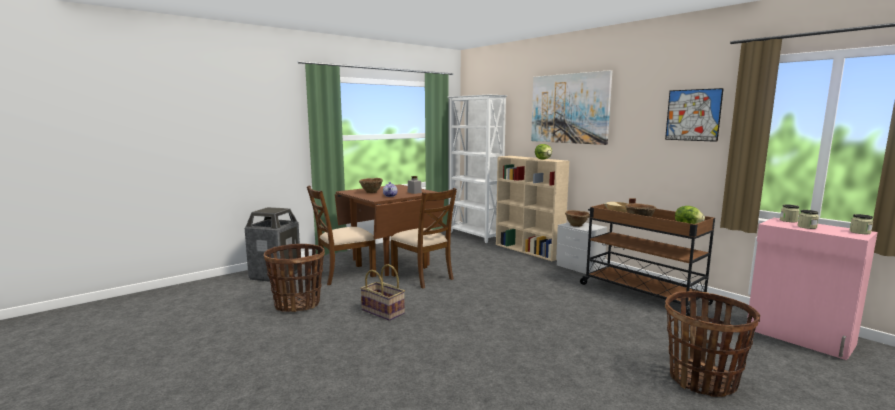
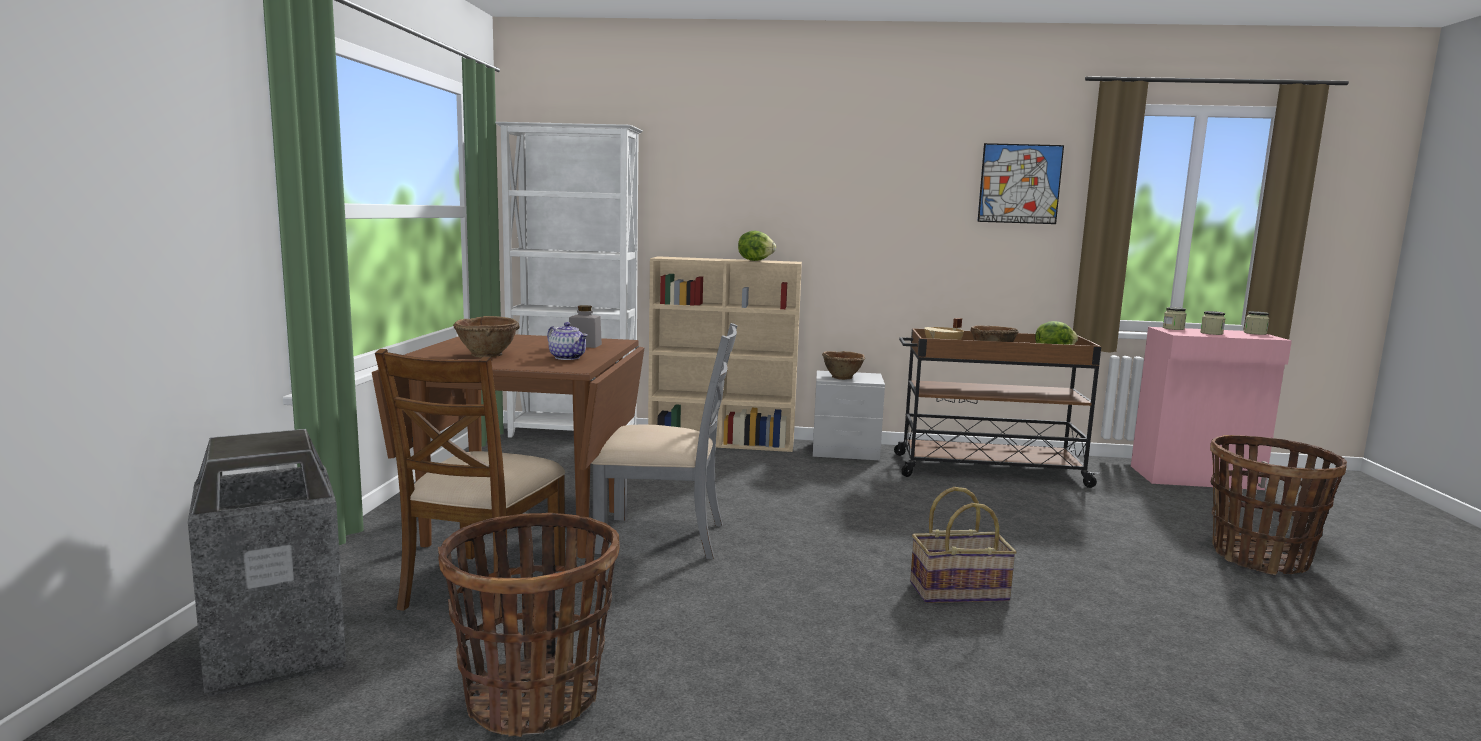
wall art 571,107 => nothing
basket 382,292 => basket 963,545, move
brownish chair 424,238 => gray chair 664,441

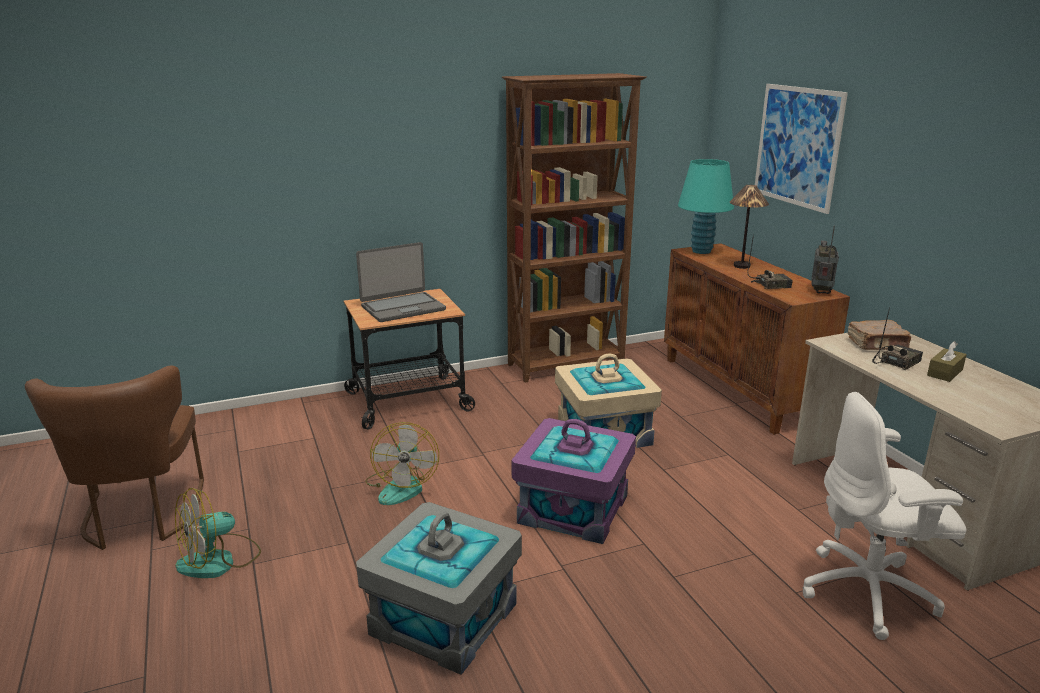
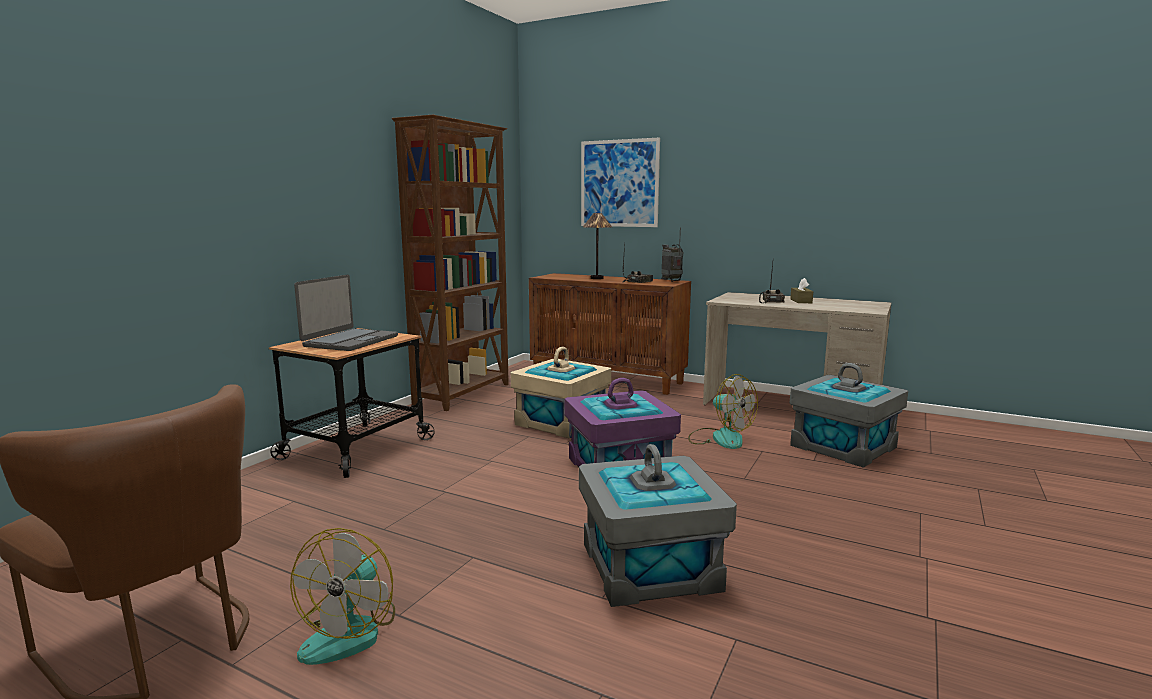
turquoise tabletop lamp 706,206 => nothing
brownish volume 879,335 => nothing
cooling fan 402,463 => cooling fan 723,411, move
white computer chair 884,516 => gray storage box 848,415

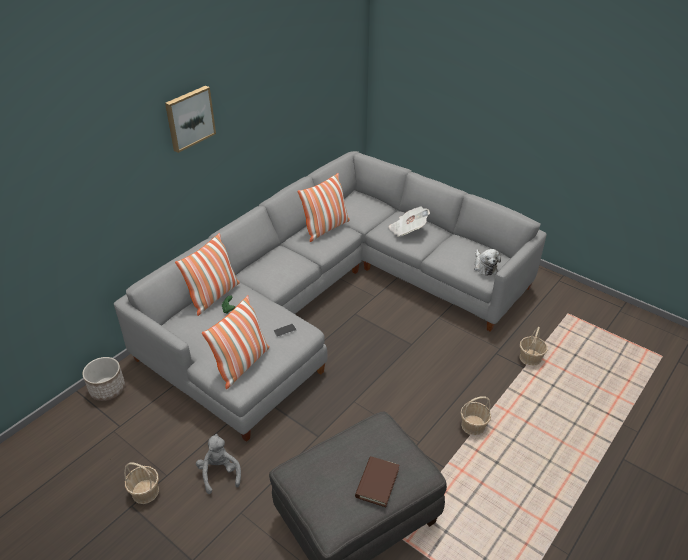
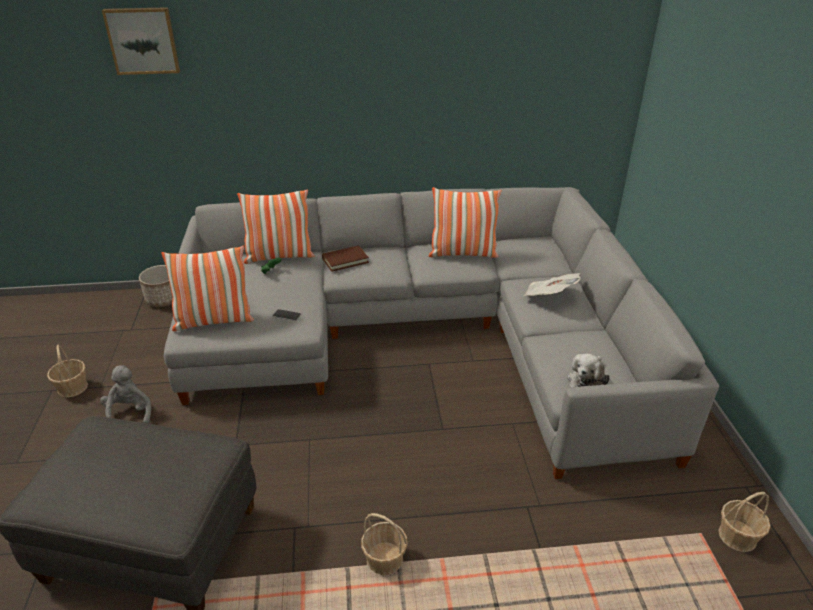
wall art 190,119 => wall art 141,41, move
brownish volume 377,481 => brownish volume 345,259, move
basket 534,346 => basket 744,522, move
gray cuddly toy 218,464 => gray cuddly toy 125,394, 45 degrees counterclockwise

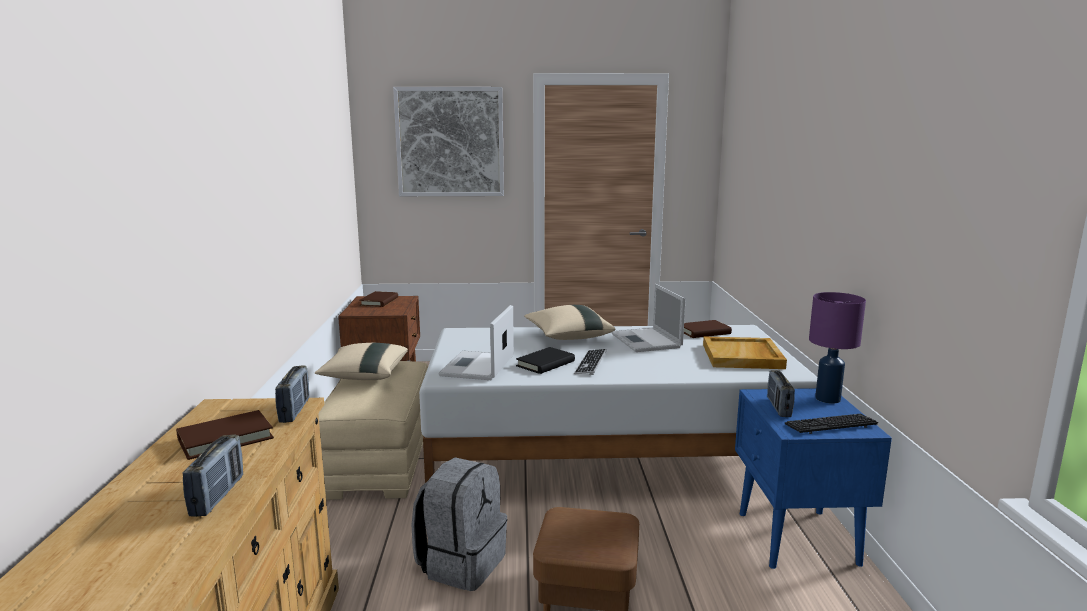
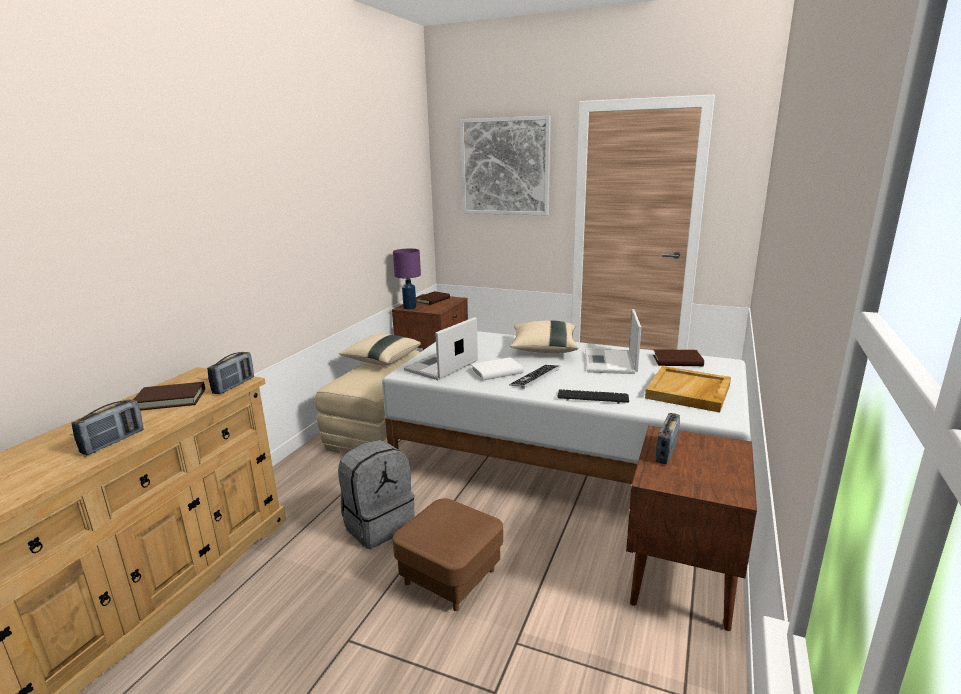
computer keyboard 831,424 => computer keyboard 593,396, move
purple tabletop lamp 837,348 => purple tabletop lamp 407,279, move
black volume 545,360 => white volume 497,369
bluish bedside table 813,478 => brownish bedside table 691,528

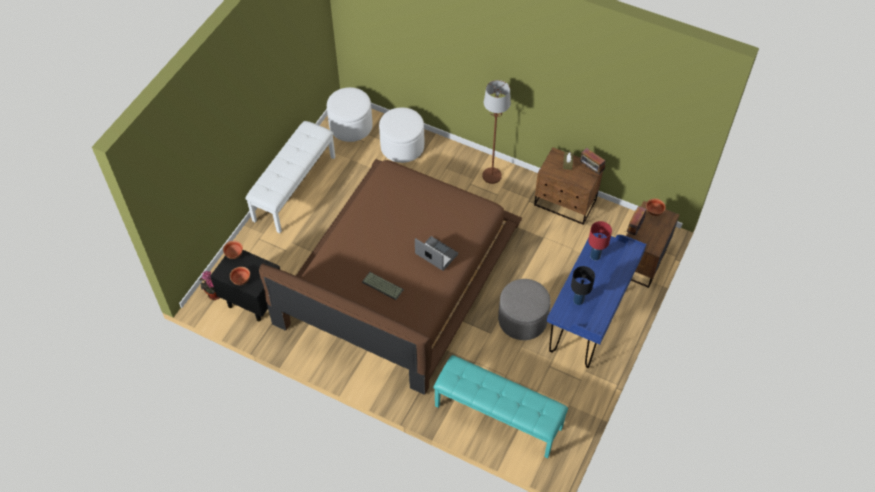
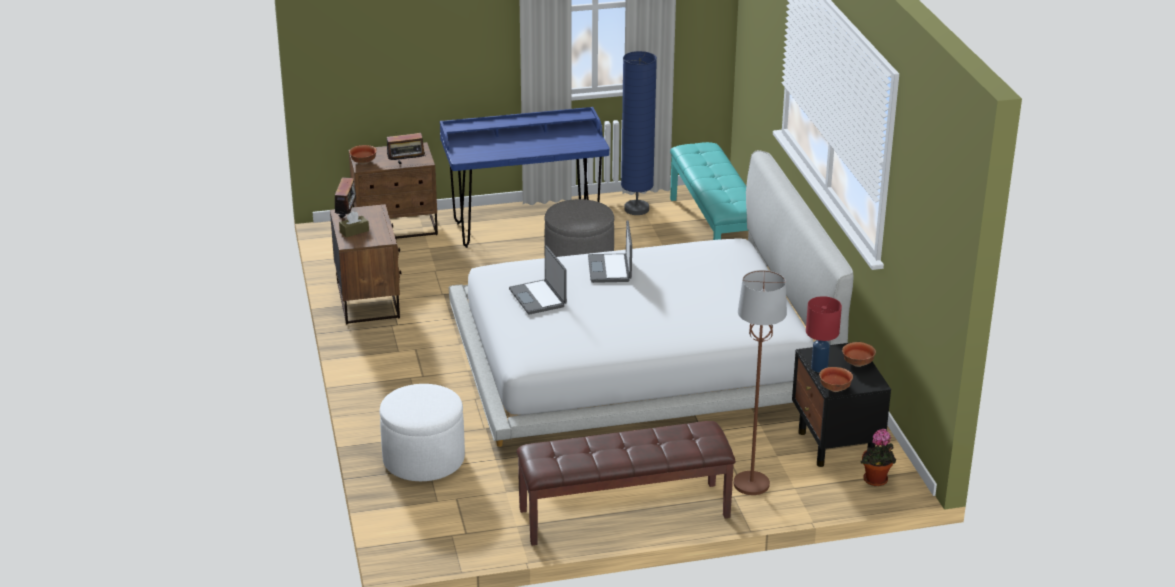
white ottoman 350,114 => nothing
computer keyboard 383,286 => nothing
black tabletop lamp 583,285 => nothing
nothing => portable computer 538,280
nothing => bluish floor lamp 639,133
brownish floor lamp 496,132 => brownish floor lamp 760,382, move
red tabletop lamp 600,240 => red tabletop lamp 824,334, move
white indoor bench 290,177 => brownish indoor bench 626,483
brownish bed 390,277 => white bed 651,298

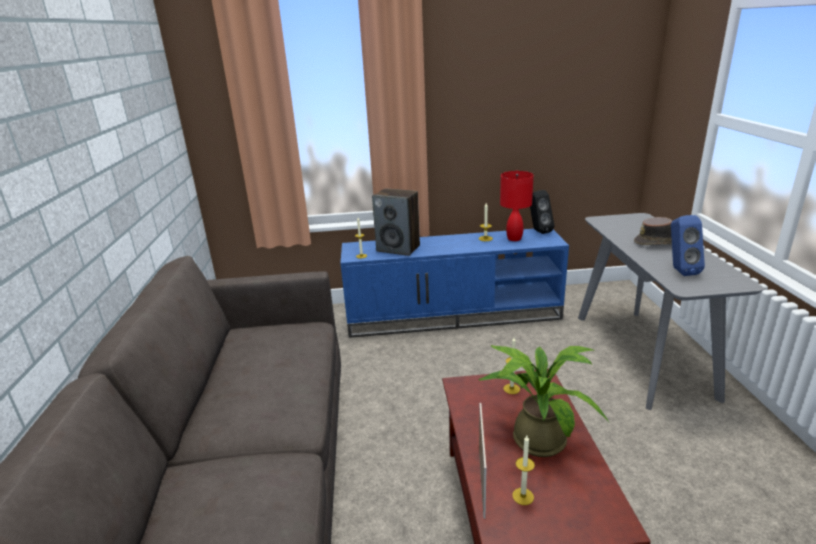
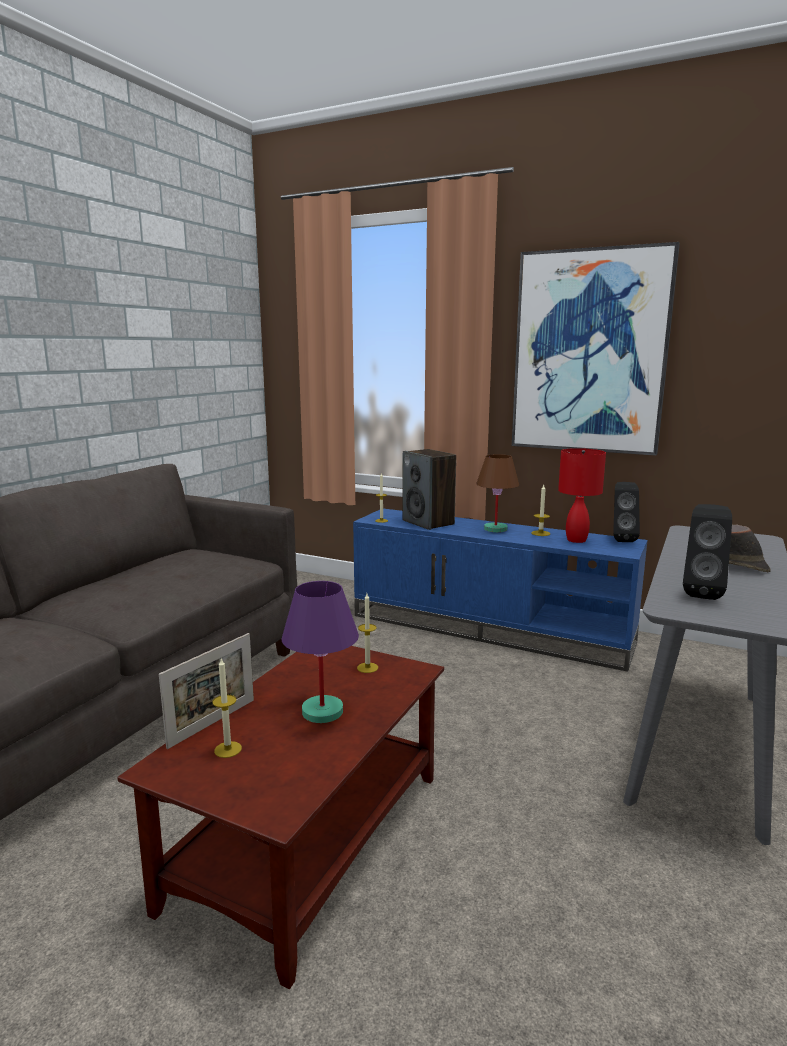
nothing => brownish tabletop lamp 497,493
nothing => wall art 596,348
plant in a pot 543,401 => purple tabletop lamp 320,652
bluish loudspeaker 688,245 => black loudspeaker 707,552

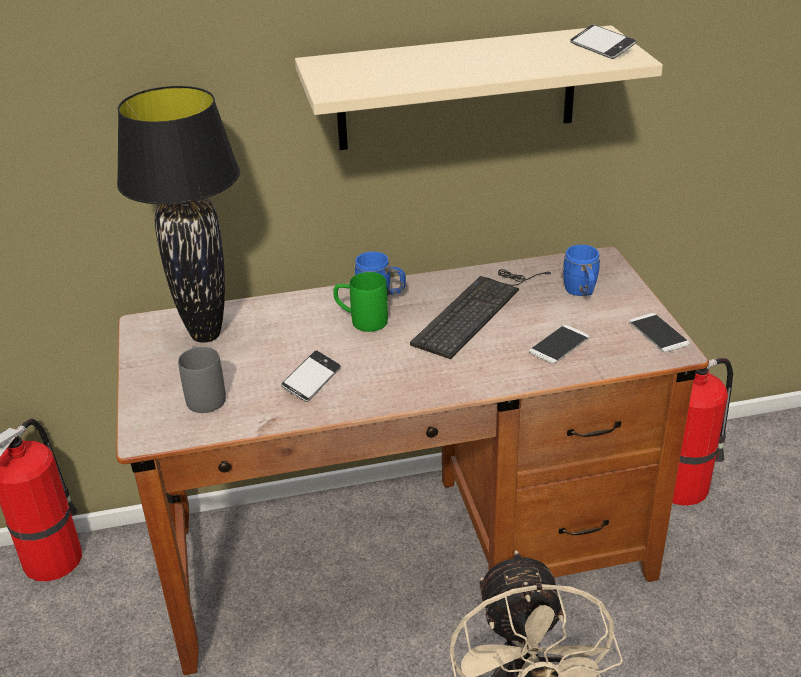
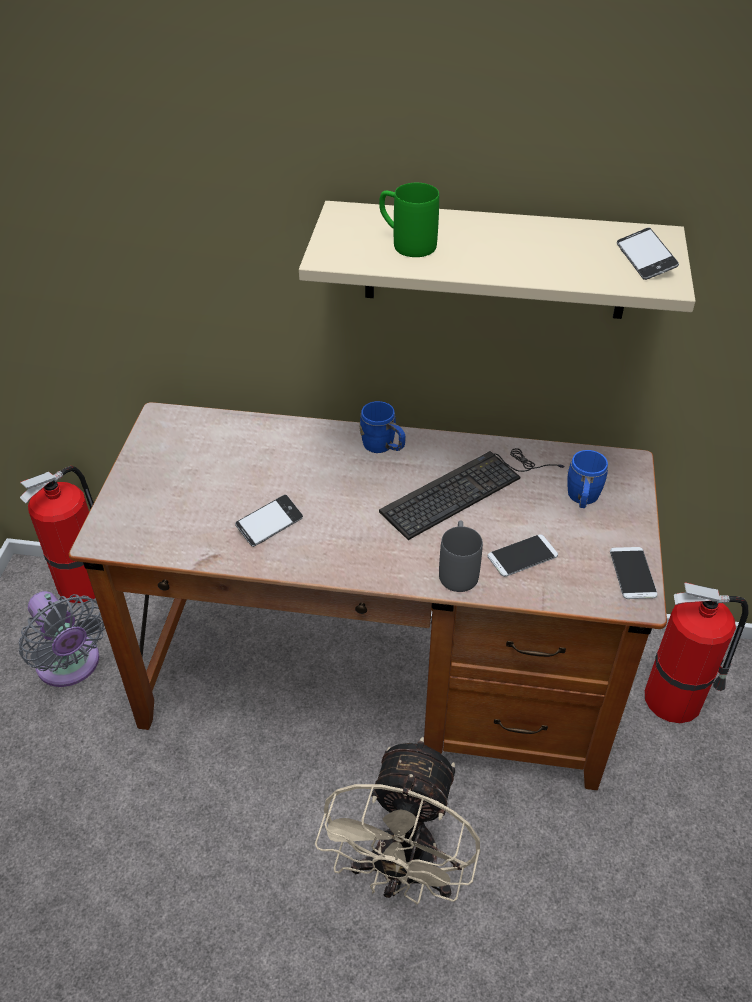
black tabletop lamp 178,214 => nothing
nothing => gray cooling fan 62,639
gray mug 202,379 => gray mug 461,556, move
greenish mug 360,302 => greenish mug 409,220, move

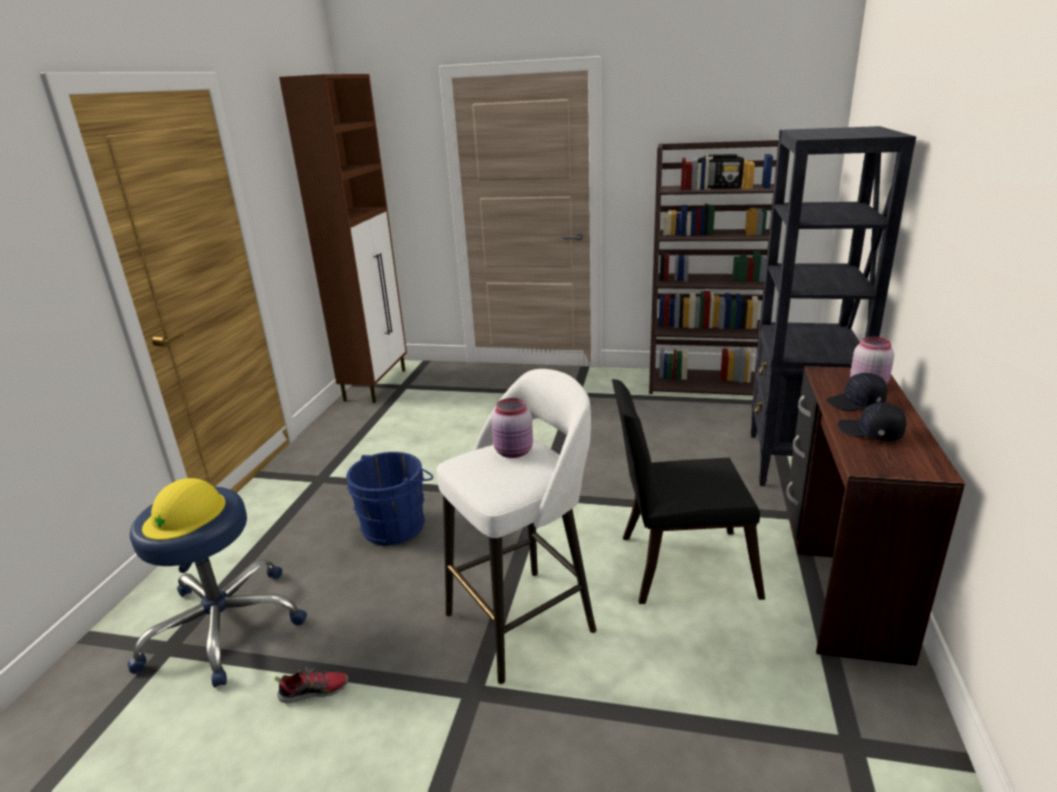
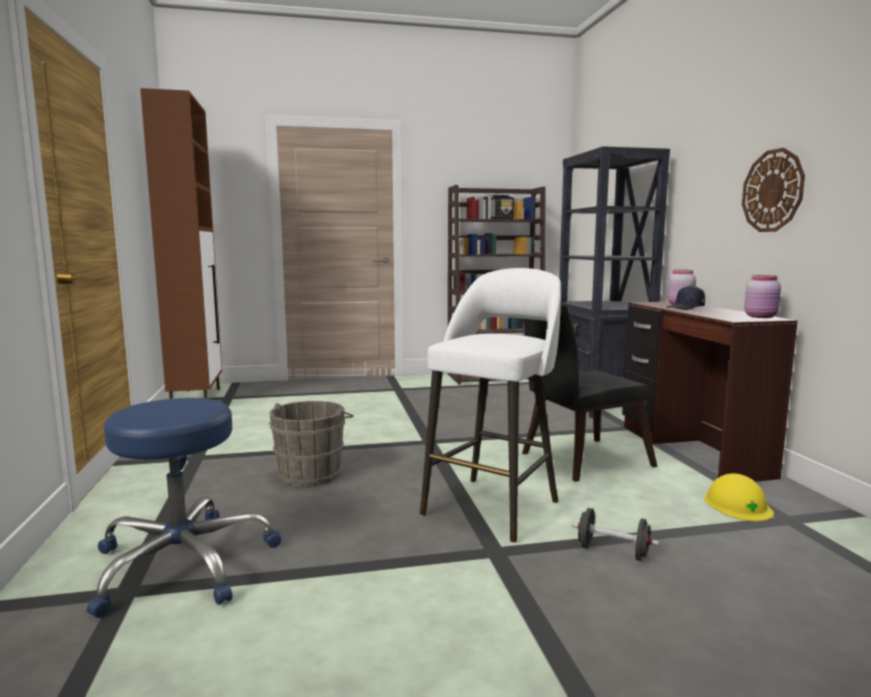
item of footwear 311,685 => nothing
black baseball cap 872,421 => nothing
nothing => black free weight 615,534
nothing => wall clock 773,190
yellow hard hat 184,509 => yellow hard hat 739,497, move
pinkish storage jar 512,428 => pinkish storage jar 762,296, move
bluish pail 389,498 => gray pail 311,444

